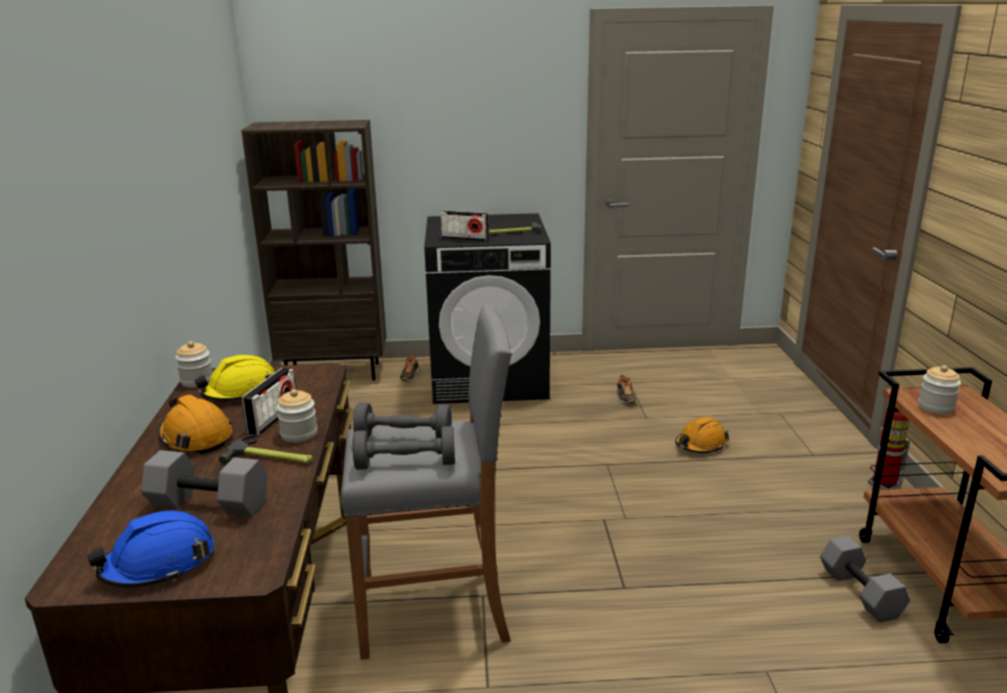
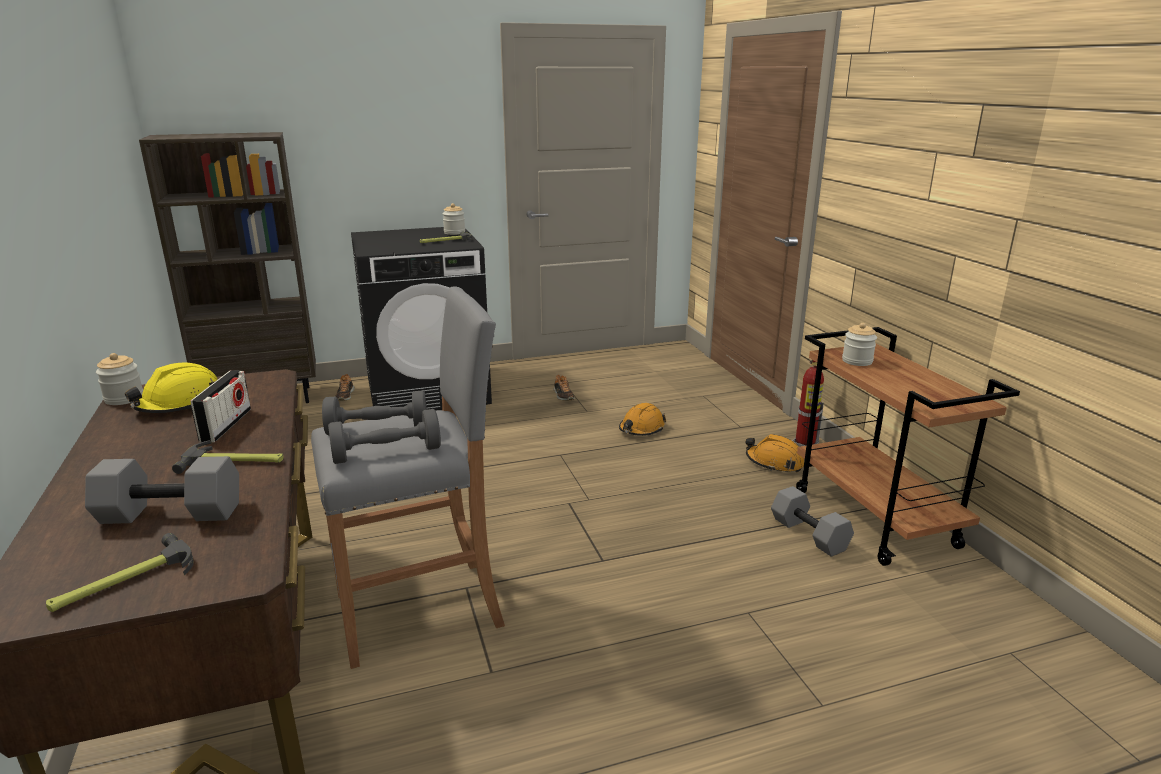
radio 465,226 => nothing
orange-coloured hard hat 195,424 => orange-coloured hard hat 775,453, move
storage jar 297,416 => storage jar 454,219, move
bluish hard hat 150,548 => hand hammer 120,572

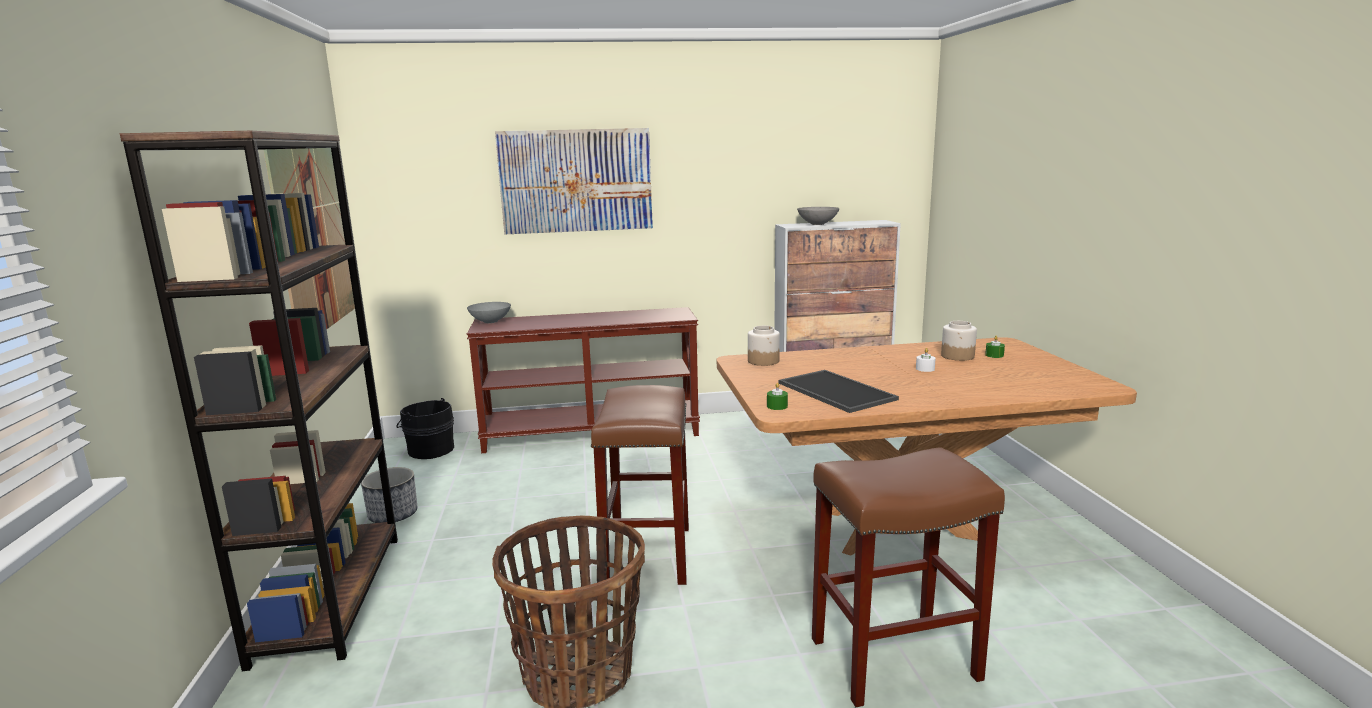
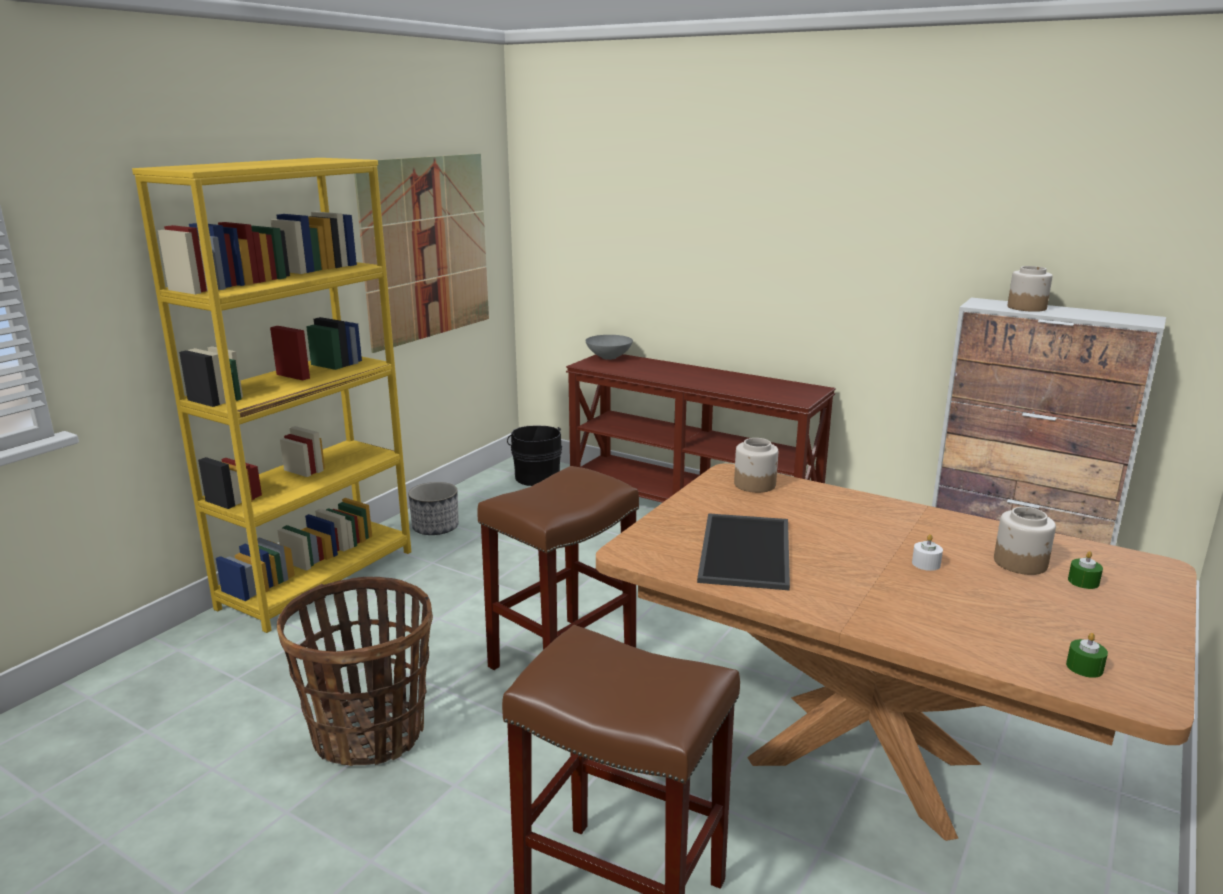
wall art 574,181 => nothing
greenish candle 777,396 => greenish candle 1087,655, move
gray serving bowl 818,216 => storage jar 1030,289
brownish shelving unit 258,401 => yellow shelving unit 271,395

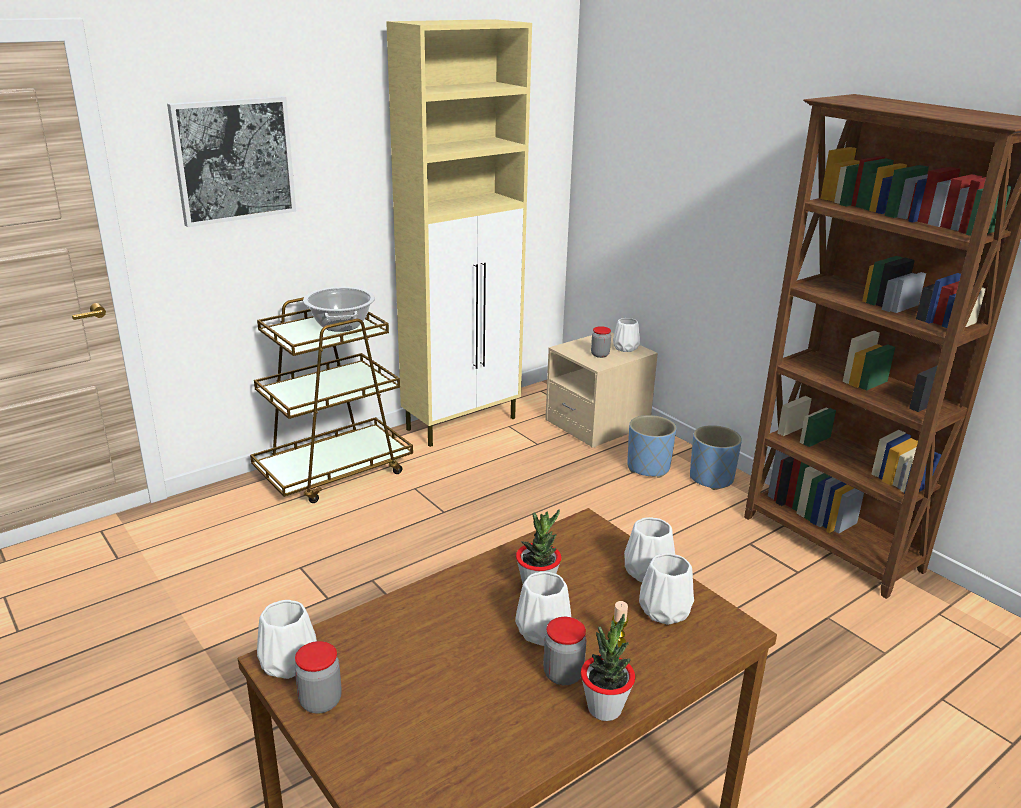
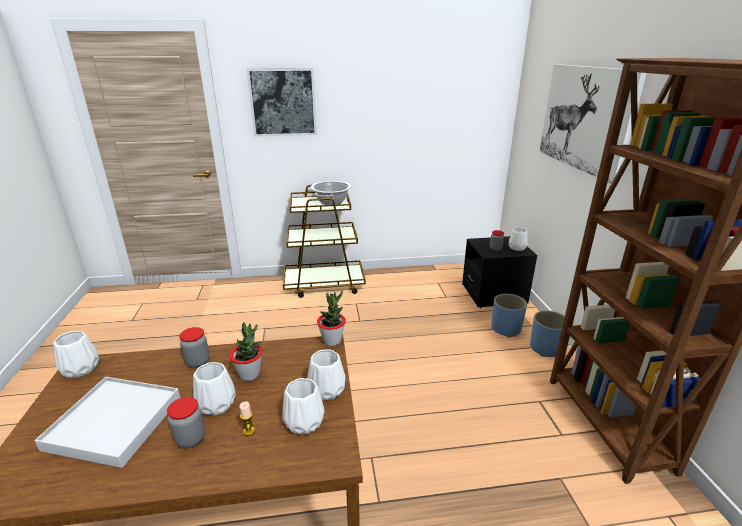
beige-coloured cabinet 459,233 => nothing
nothing => white serving tray 107,422
nothing => wall art 593,124
storage jar 318,677 => storage jar 194,347, move
plant in a pot 608,667 => plant in a pot 331,318, move
beige-coloured bedside table 601,390 => black bedside table 499,272

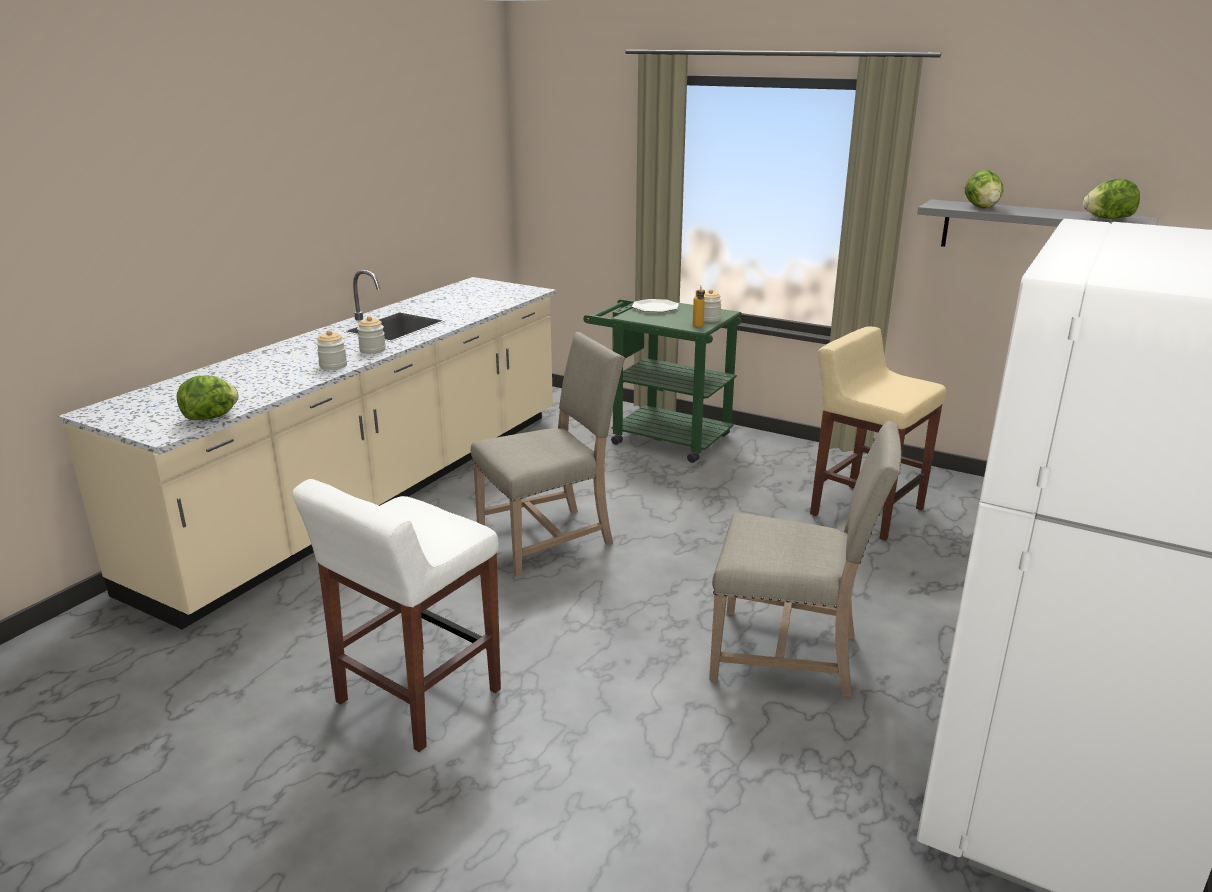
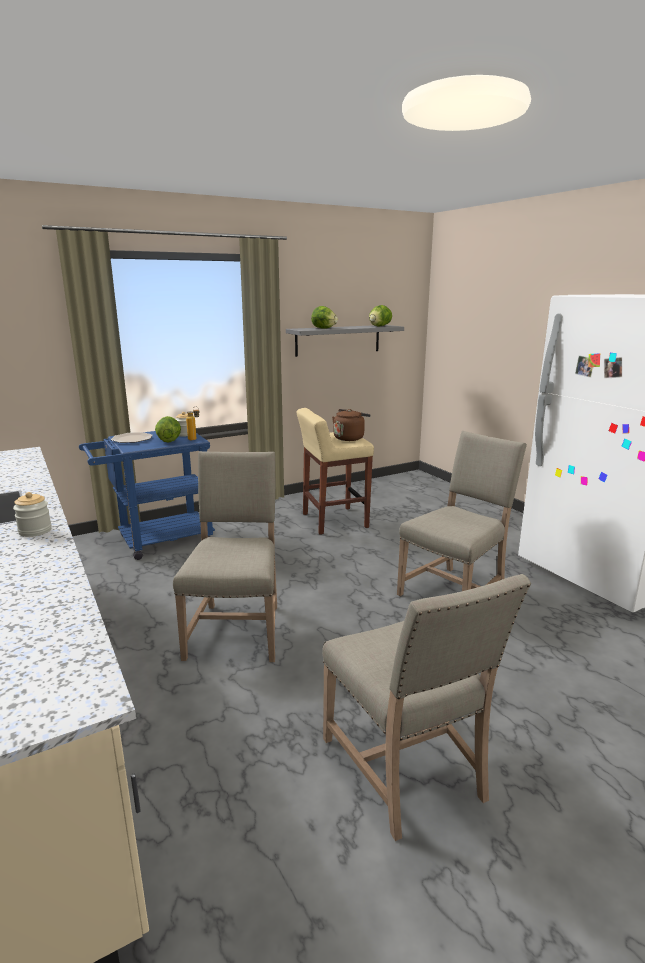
storage jar 331,350 => nothing
nothing => brownish water kettle 351,425
head of lettuce 207,398 => head of lettuce 168,429, move
white stool seat 396,615 => beige-coloured chair 426,707
greenish cart 662,381 => bluish cart 147,495

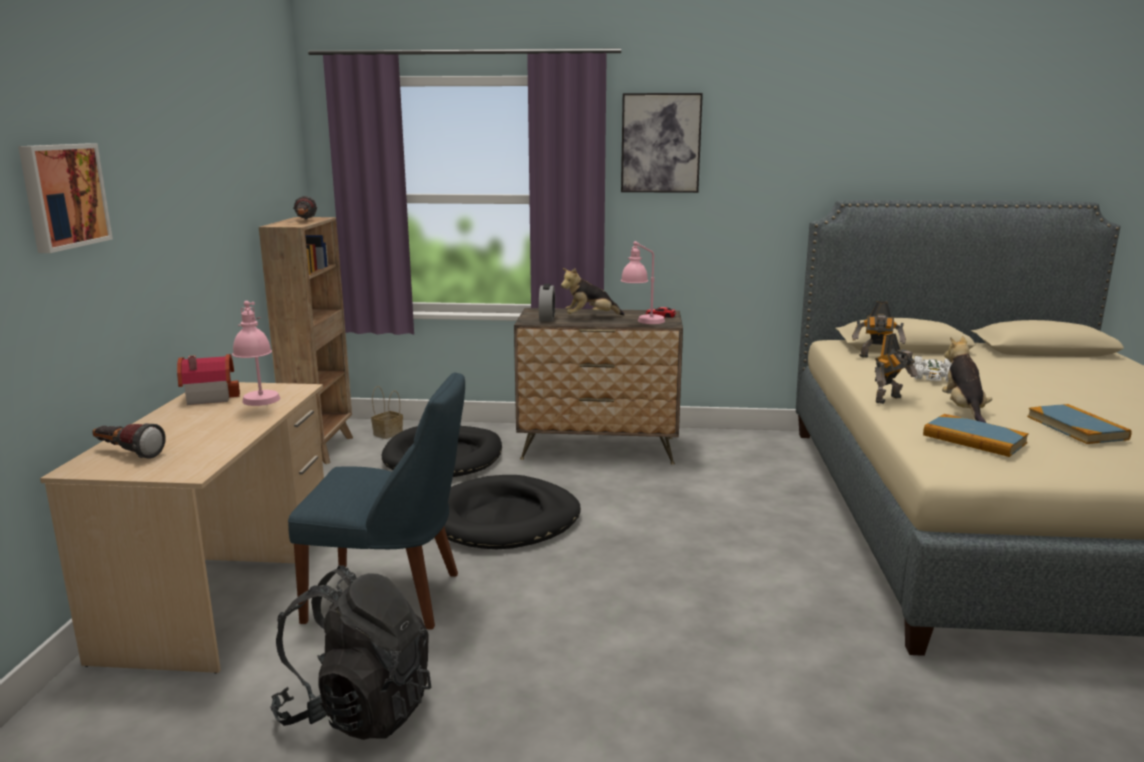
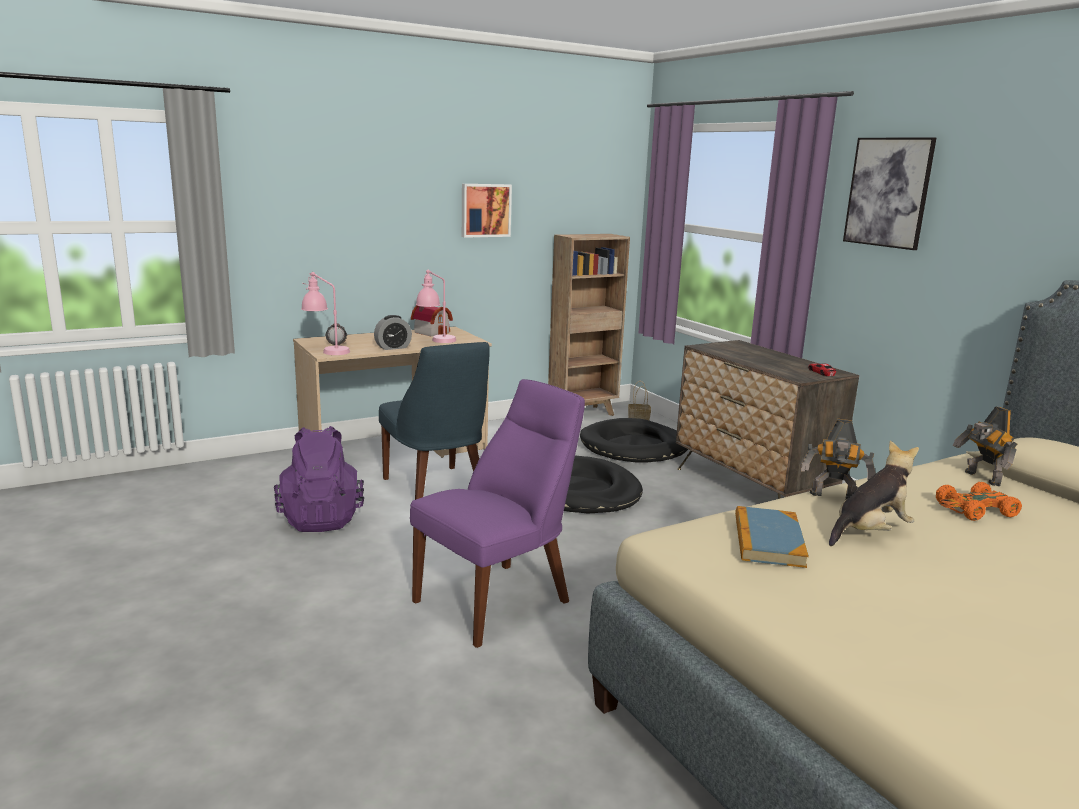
flashlight 305,207 => nothing
cuddly toy 593,291 => nothing
volume 1079,424 => nothing
nothing => purple chair 497,513
wall art 65,198 => wall art 487,211, move
table clock 547,303 => table clock 393,332, move
pinkish tabletop lamp 643,282 => pinkish tabletop lamp 325,313, move
black knapsack 350,653 => purple knapsack 319,479
white toy car 932,369 => orange-coloured toy car 979,501

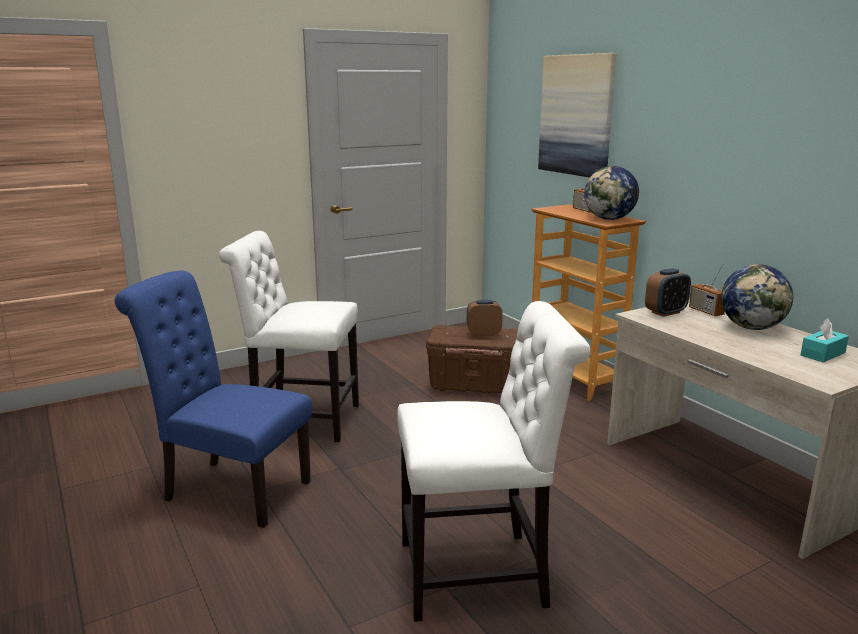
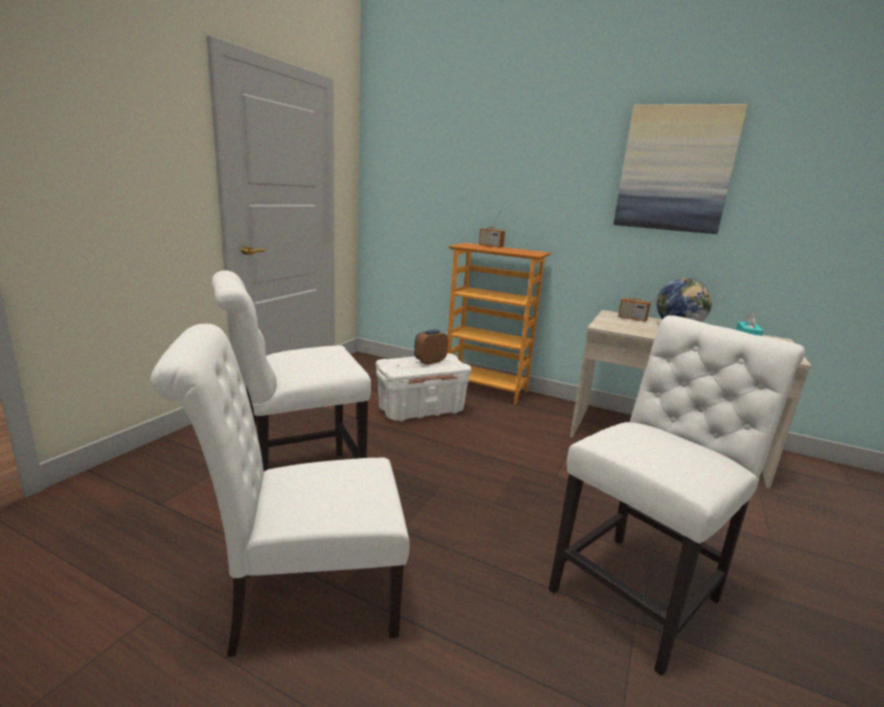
world globe 611,193 => nothing
table clock 668,292 => nothing
wall art 577,115 => wall art 680,169, move
bluish chair 213,399 => white chair 280,490
brownish storage box 472,359 => white storage box 423,387

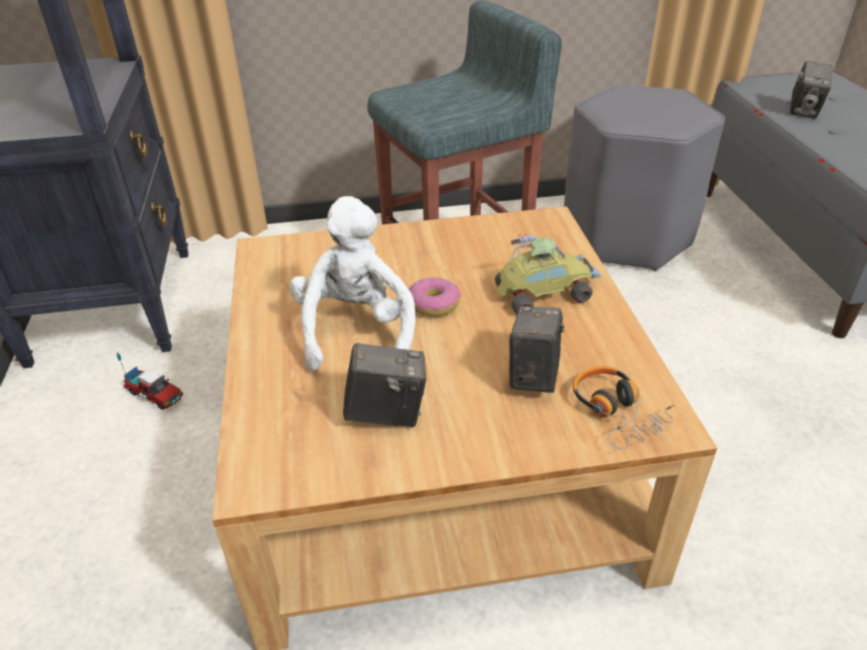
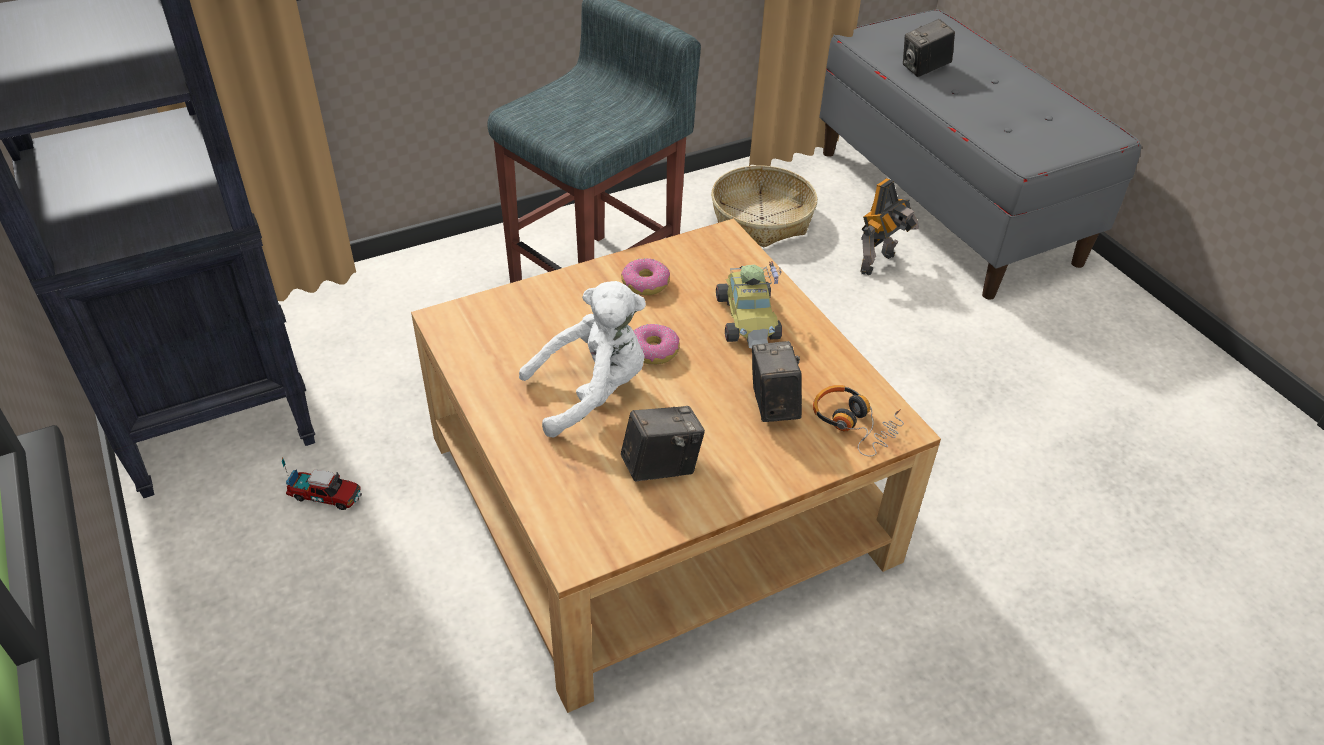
nothing => donut 645,276
nothing => robot figure 889,226
gray stool seat 644,177 => basket 764,206
white cuddly toy 353,283 => white cuddly toy 582,359, 90 degrees clockwise
toy car 548,274 => toy car 749,305, 120 degrees clockwise
photo camera 811,89 => photo camera 929,48, 60 degrees clockwise

